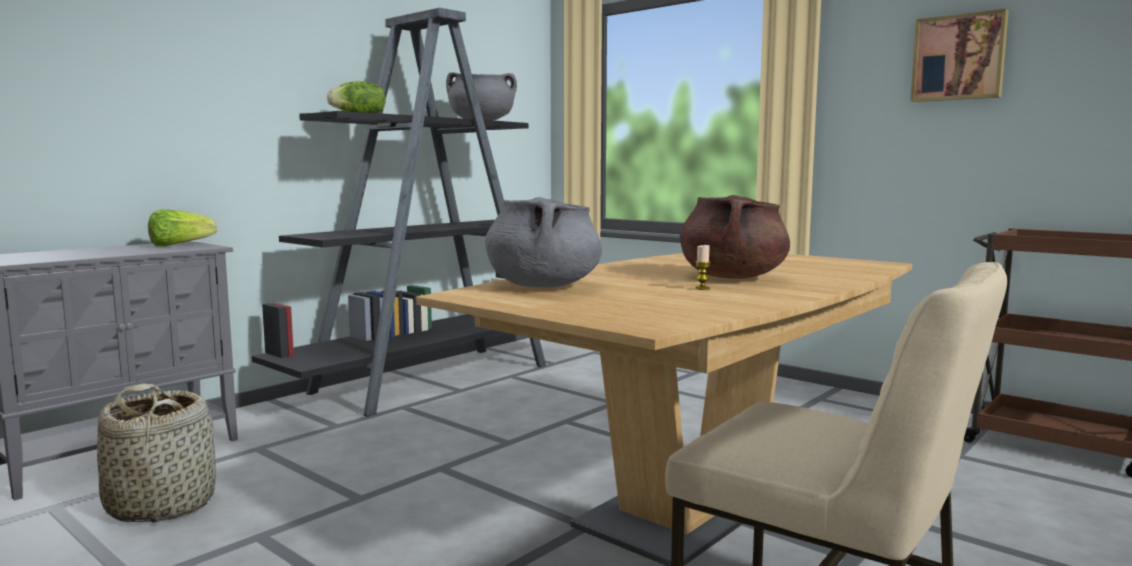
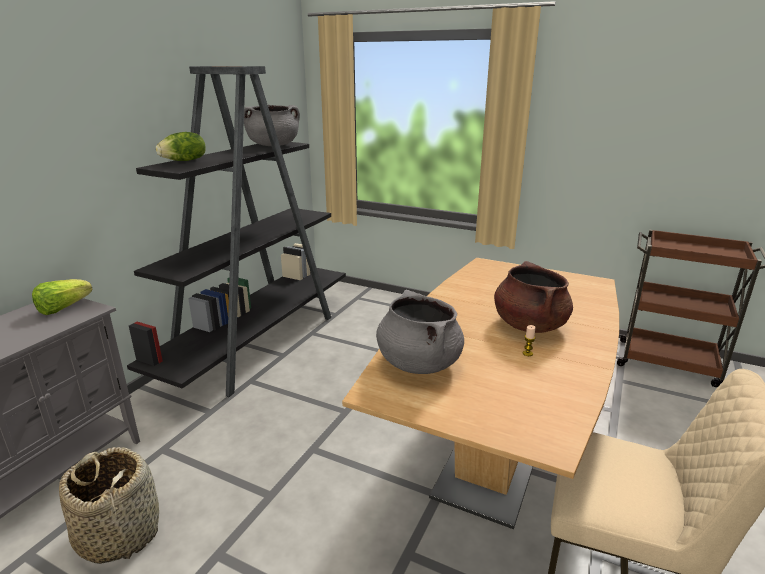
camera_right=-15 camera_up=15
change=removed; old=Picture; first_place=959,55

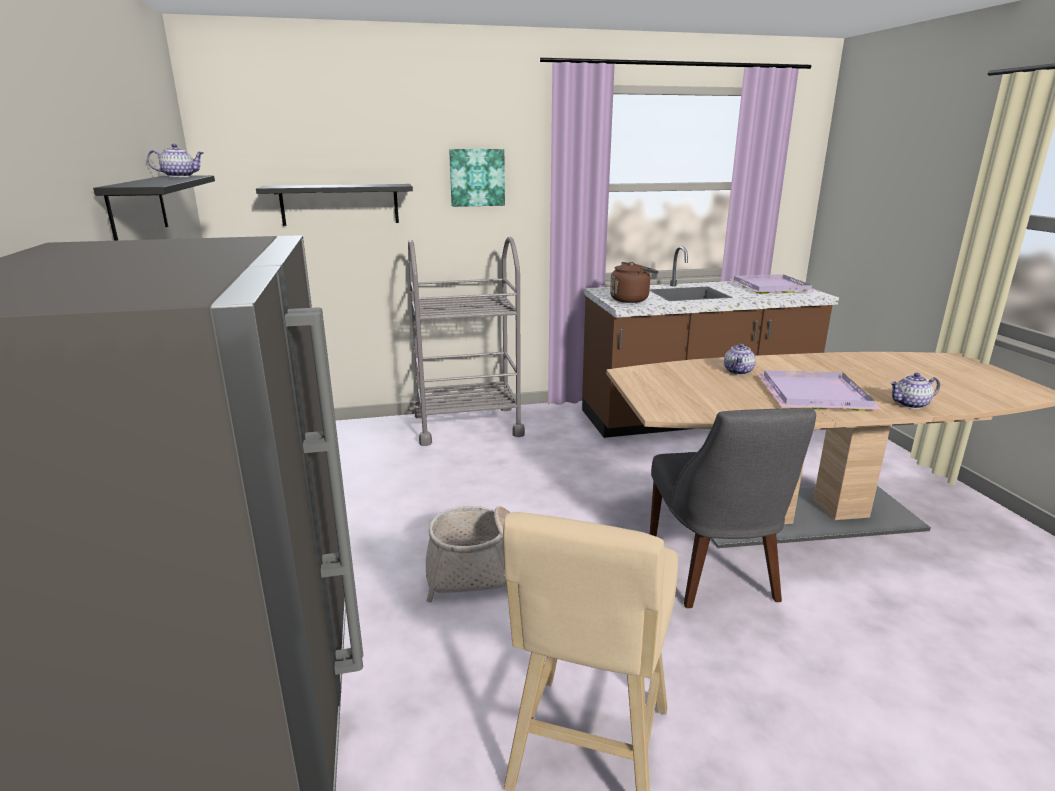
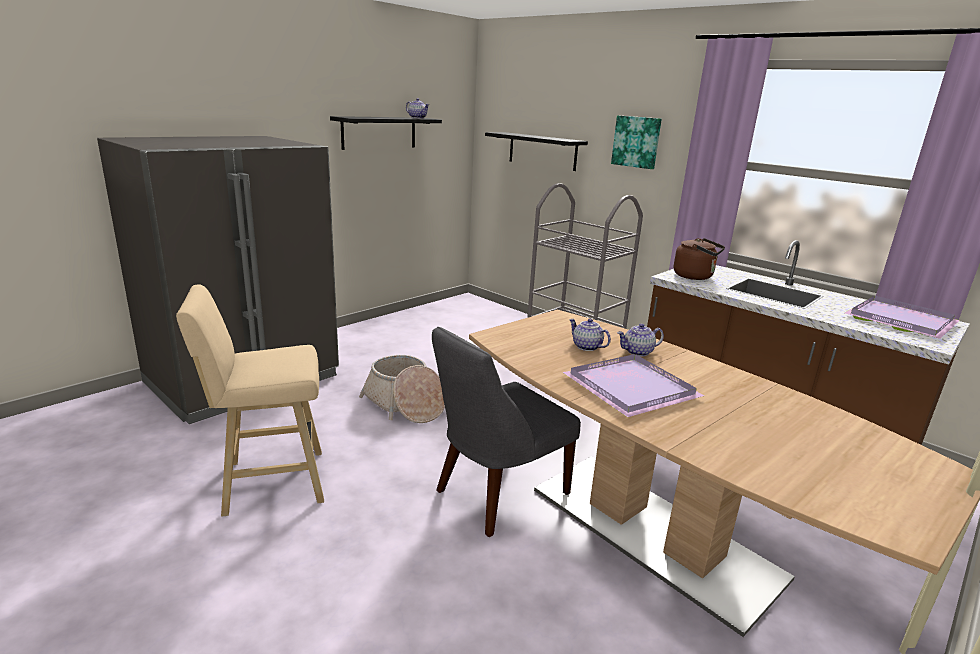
camera_right=55 camera_up=0
change=moved; old=PotForTea; first_place=915,391; second_place=590,335

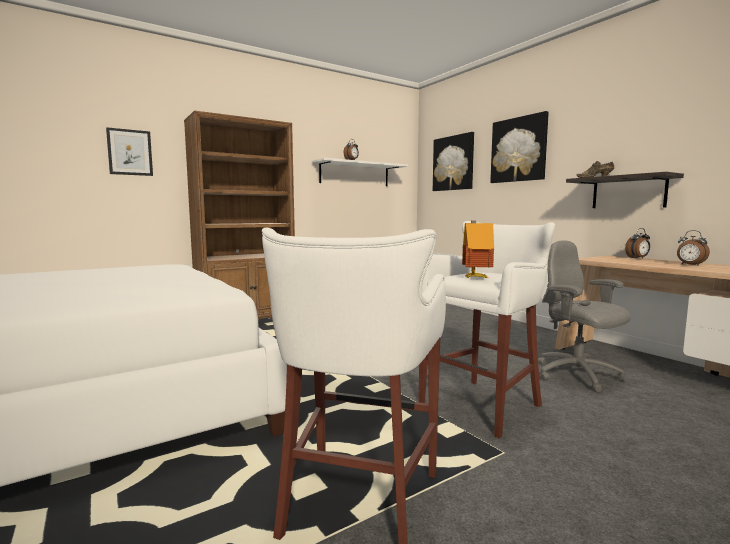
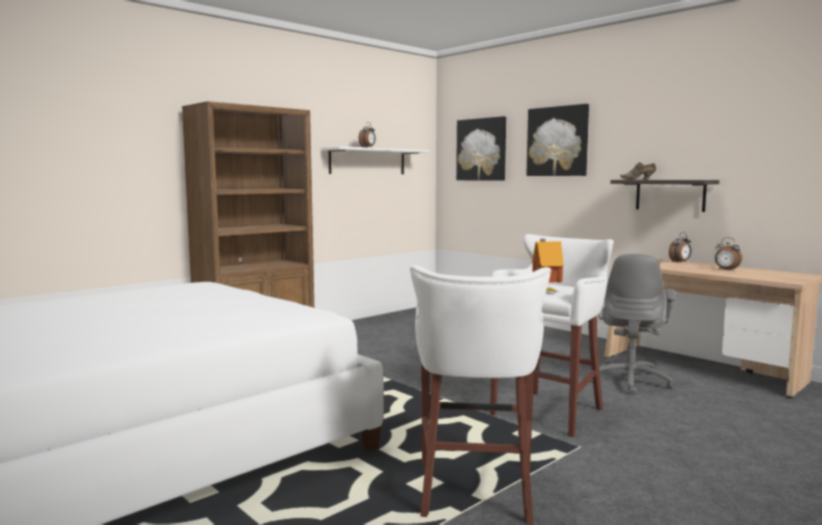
camera_right=-10 camera_up=0
change=turned; old=GreyishDeskChair; first_place=584,316; second_place=632,324; degrees=-120
change=removed; old=Picture; first_place=129,151

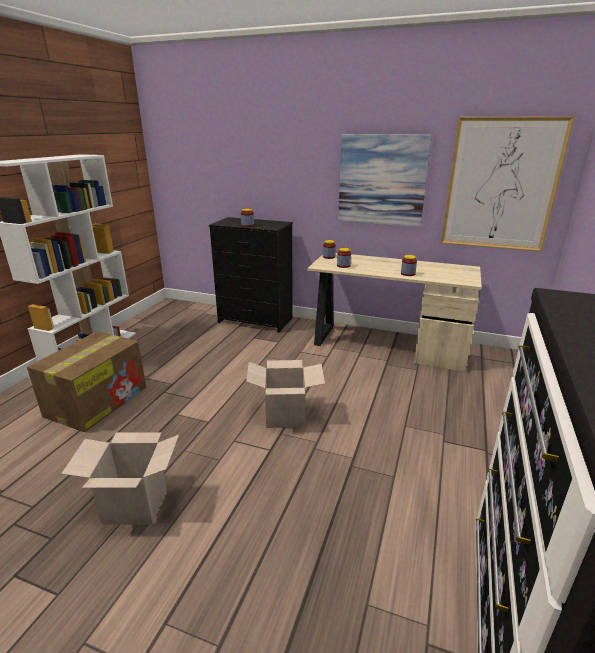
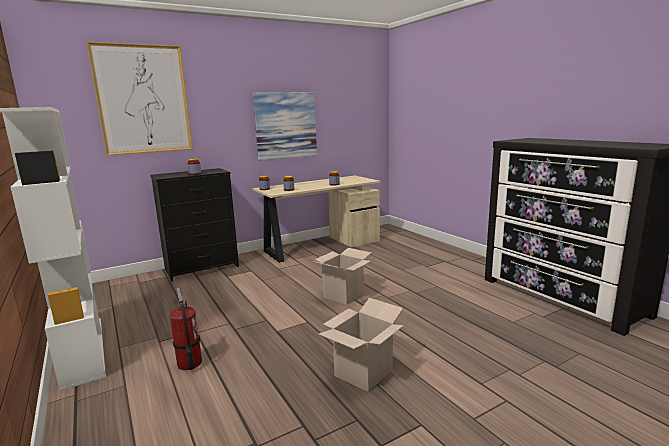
camera_right=-50 camera_up=-10
change=moved; old=Picture; first_place=508,184; second_place=140,98
change=replaced; old=Carton; new=Extinguisher; first_place=86,381; second_place=186,329

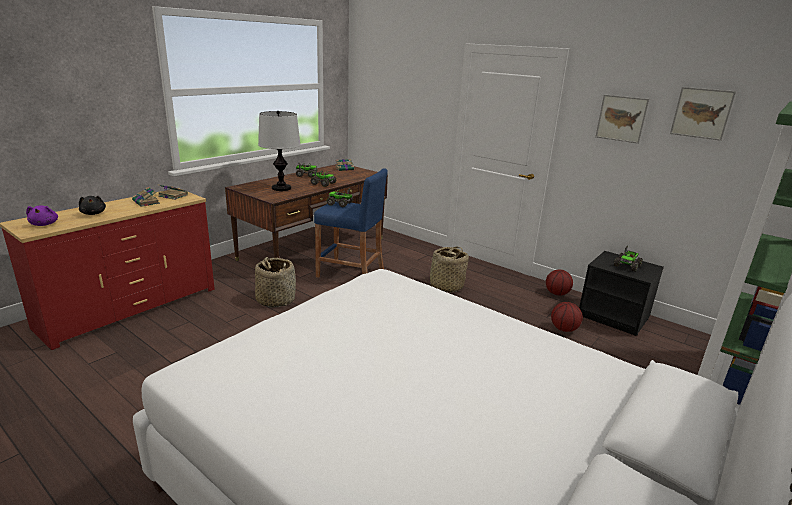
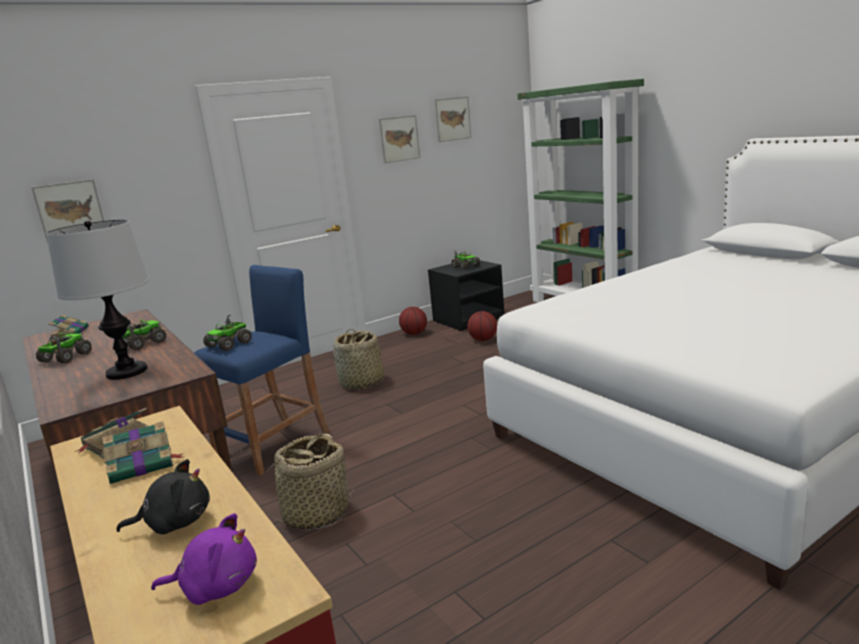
camera_right=-70 camera_up=-5
change=added; new=Picture; second_place=67,211

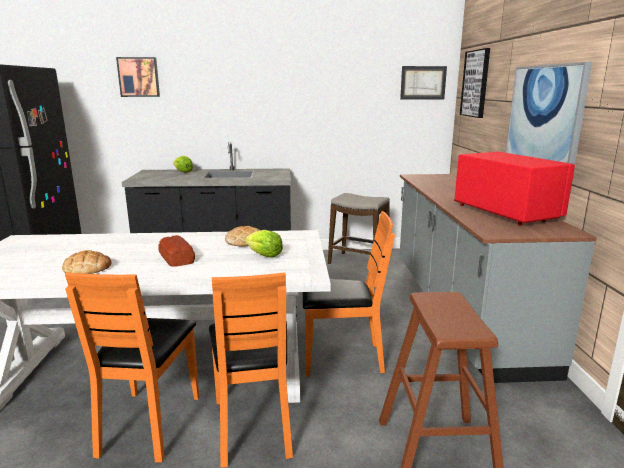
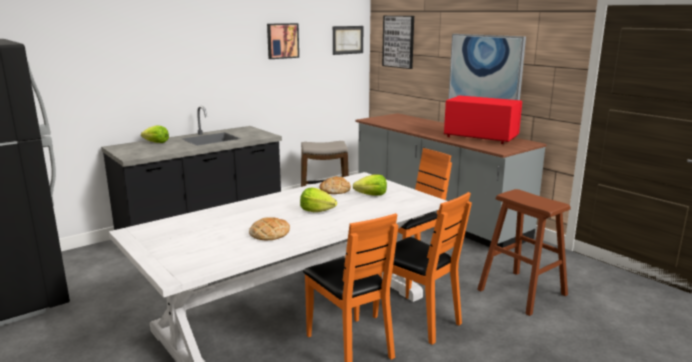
camera_right=-35 camera_up=0
change=moved; old=Picture; first_place=138,77; second_place=283,41
change=replaced; old=BakeryBread; new=HeadOfLettuce; first_place=176,251; second_place=318,199

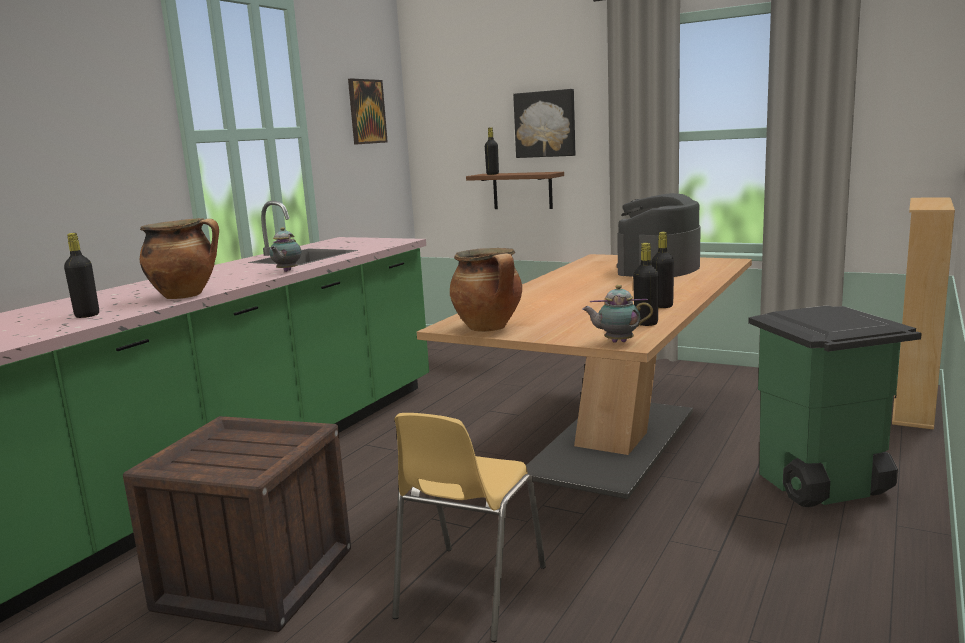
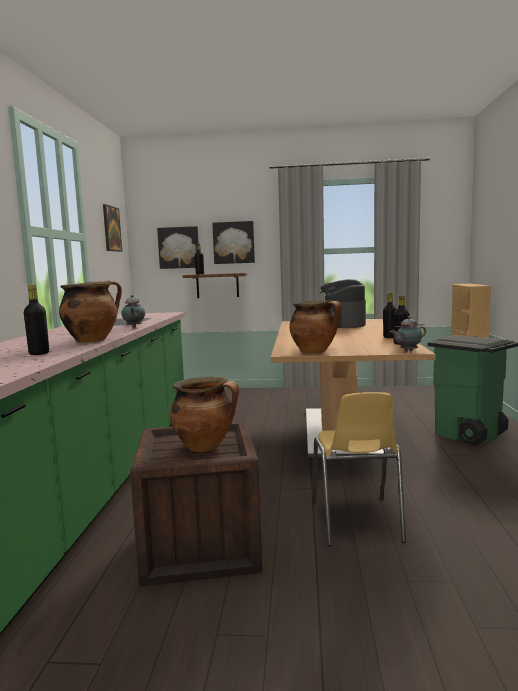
camera_right=-25 camera_up=-5
change=added; new=Picture; second_place=178,247
change=added; new=Stockpot; second_place=204,414

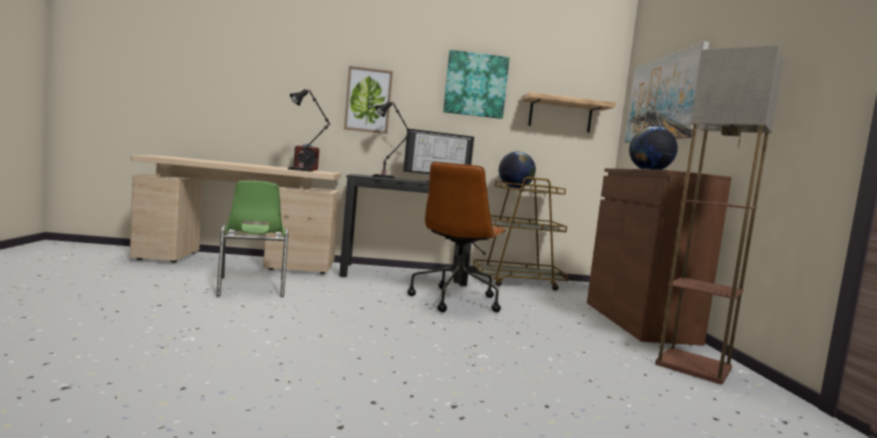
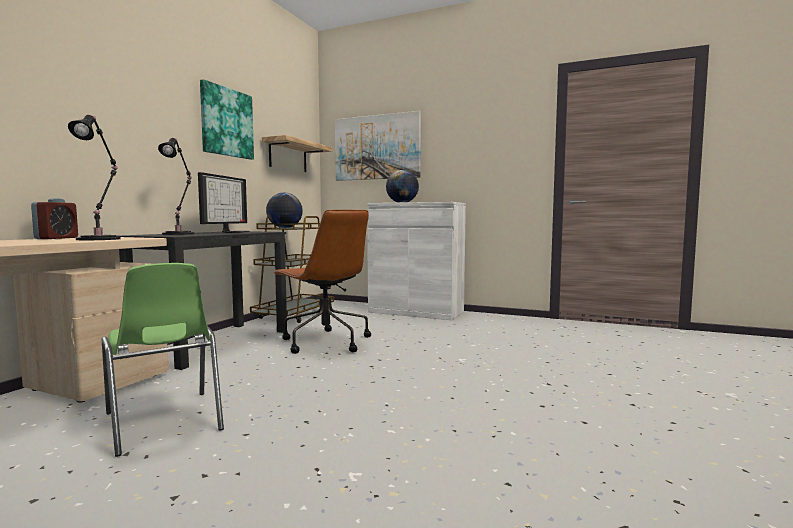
camera_right=-60 camera_up=0
change=turned; old=GreenColouredChair; first_place=253,239; second_place=163,360; degrees=45
change=recoloured; old=BrownCupboard; new=WhitishCupboard; first_place=659,257; second_place=416,261
change=removed; old=Picture; first_place=368,100
change=removed; old=StandardLamp; first_place=719,215

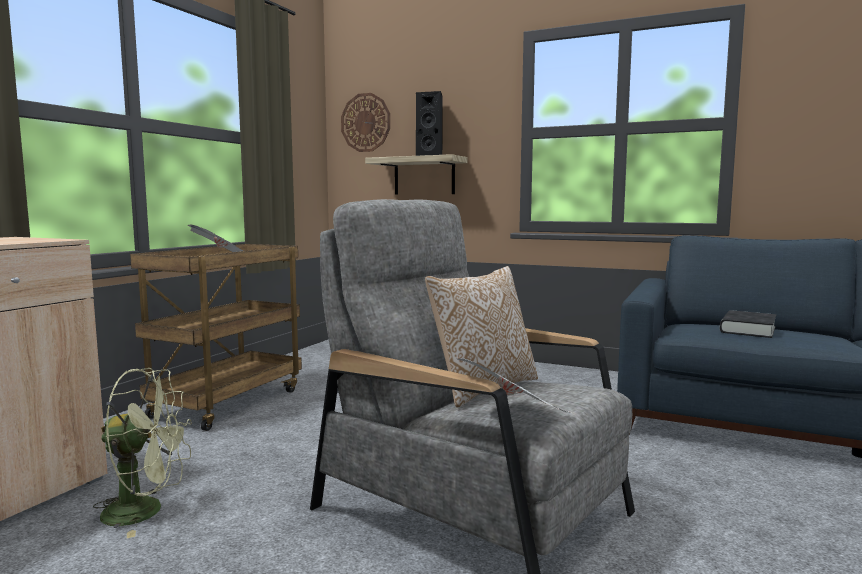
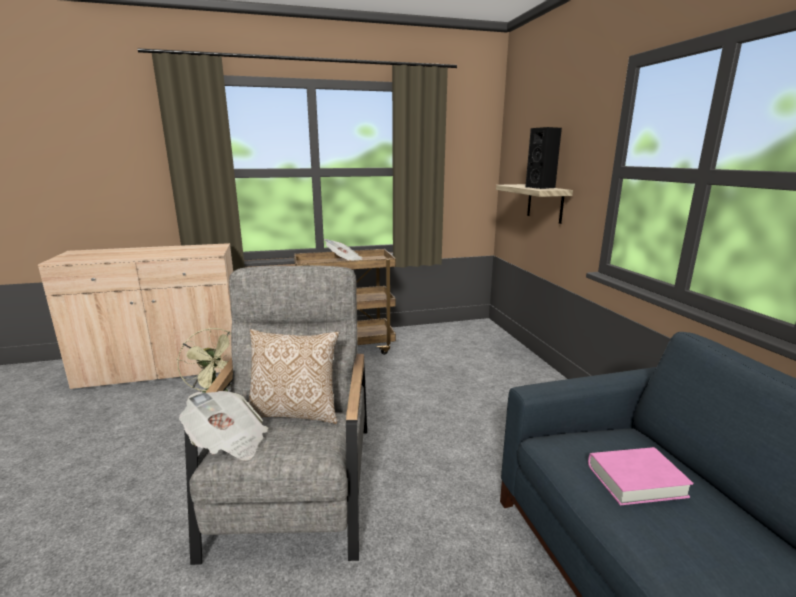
camera_right=50 camera_up=10
change=recoloured; old=BlackBook; new=PinkishBook; first_place=748,324; second_place=640,476
change=removed; old=WallClock; first_place=365,122

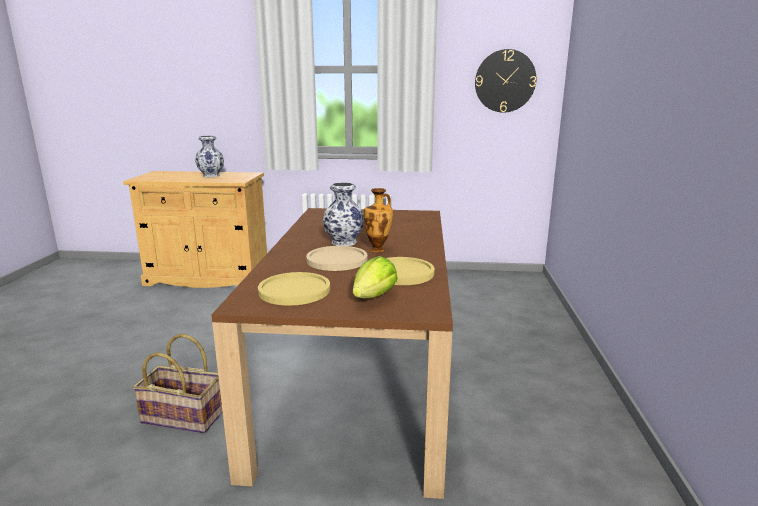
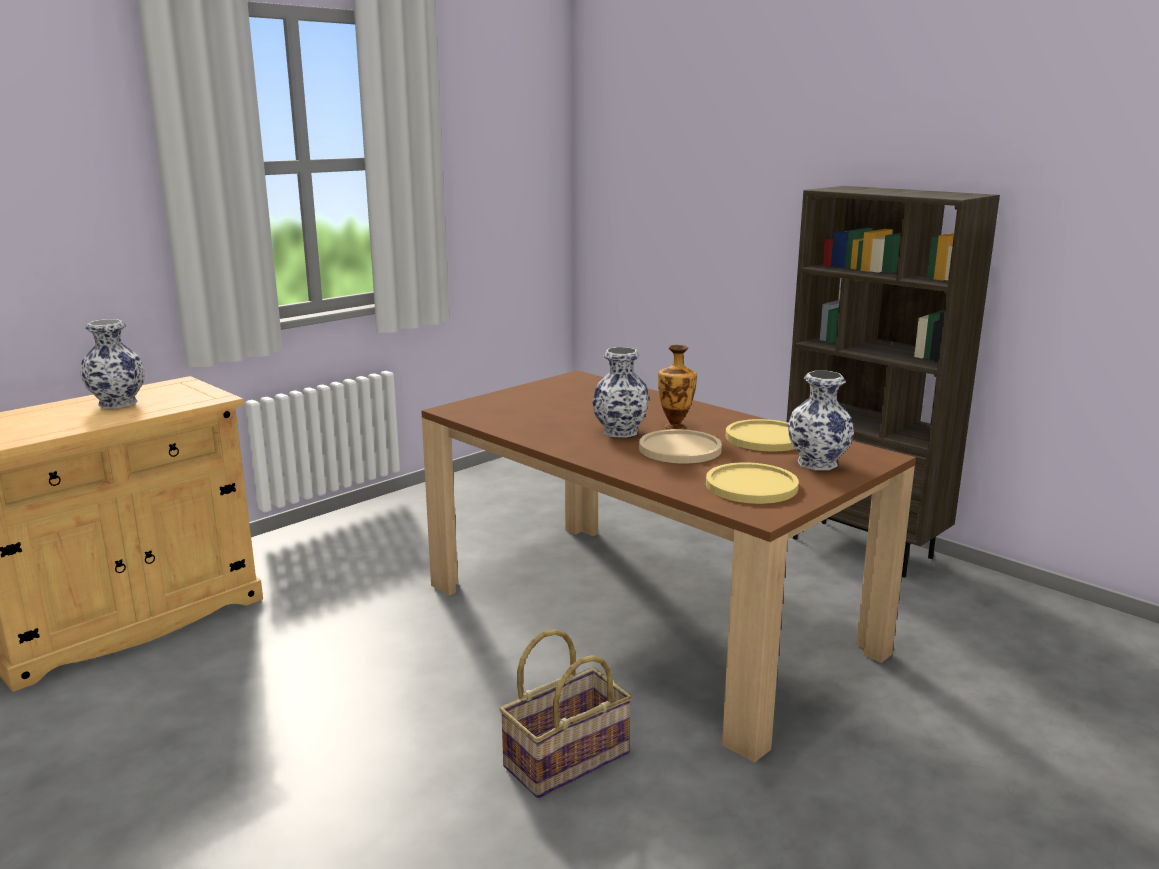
camera_right=-50 camera_up=0
change=added; new=BrownShelvingUnit; second_place=893,382
change=replaced; old=HeadOfLettuce; new=FlowerVase; first_place=375,277; second_place=821,420
change=removed; old=WallClock; first_place=505,81

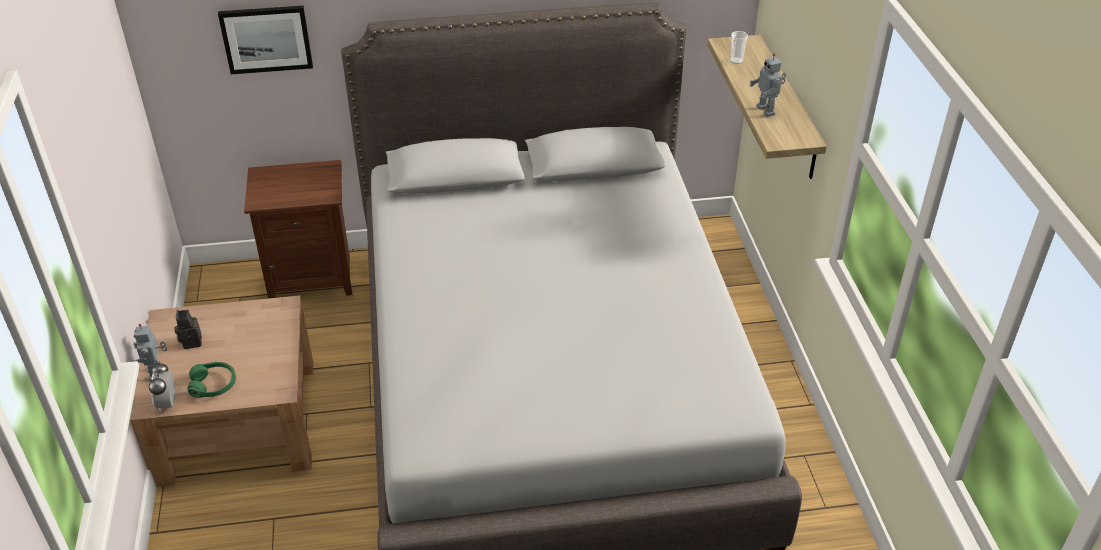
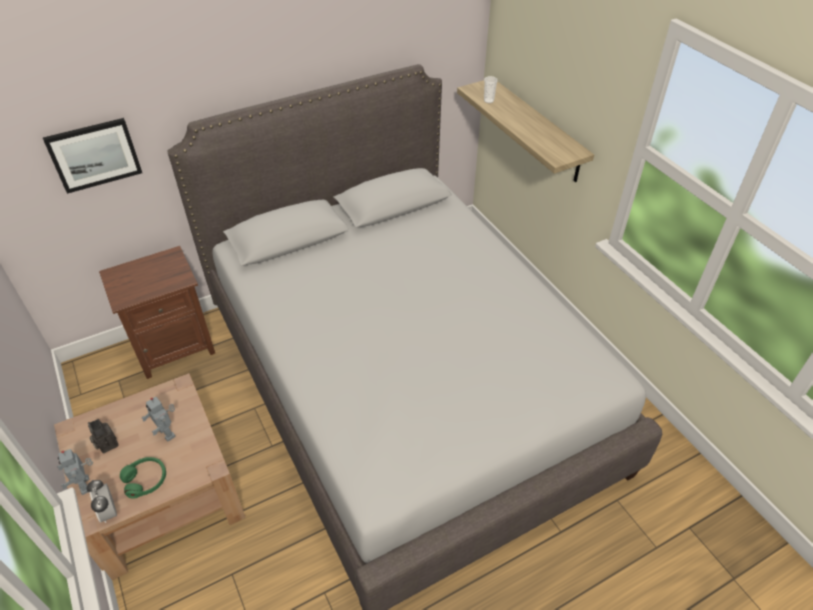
camera_right=-20 camera_up=5
change=moved; old=RobotFigure; first_place=768,85; second_place=159,419

